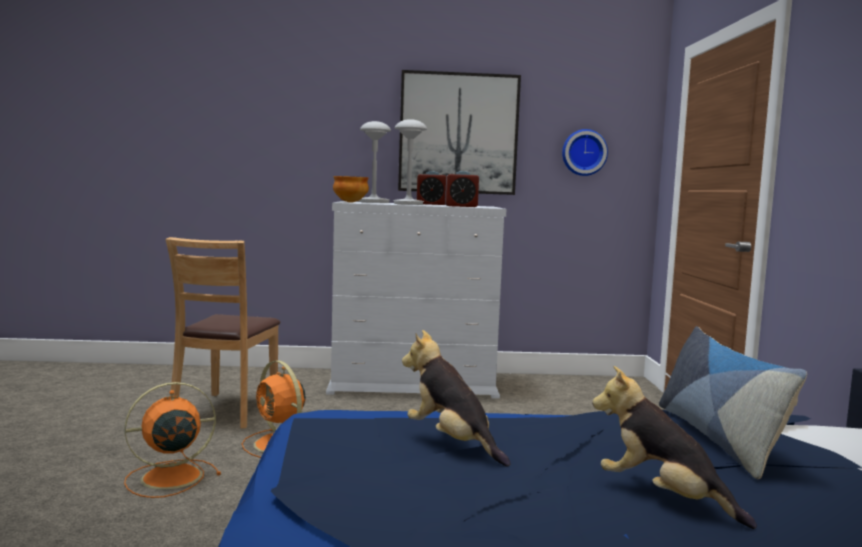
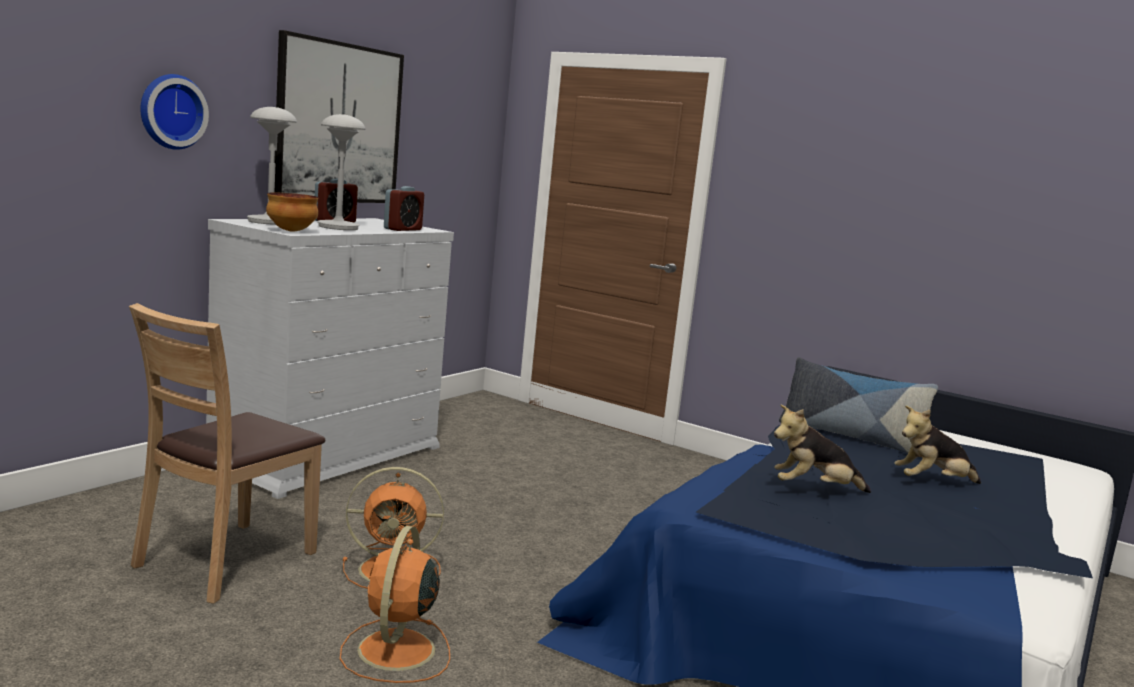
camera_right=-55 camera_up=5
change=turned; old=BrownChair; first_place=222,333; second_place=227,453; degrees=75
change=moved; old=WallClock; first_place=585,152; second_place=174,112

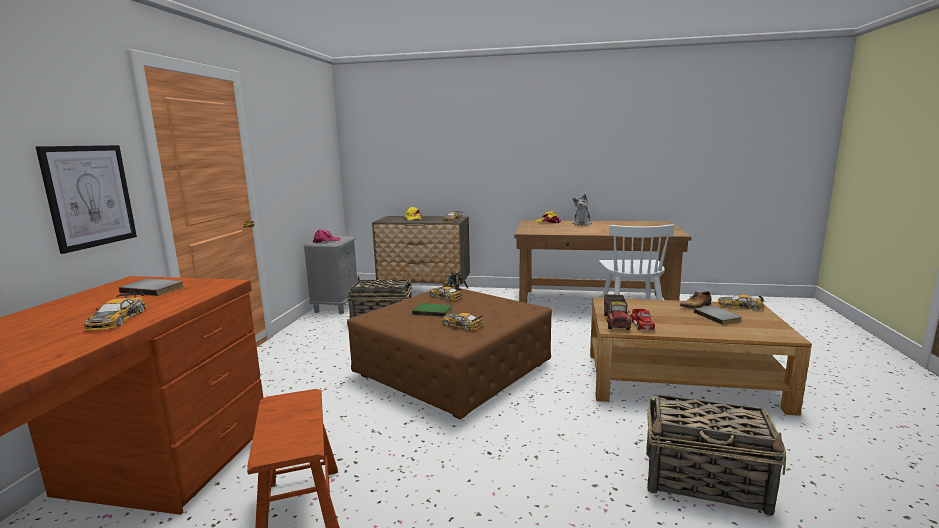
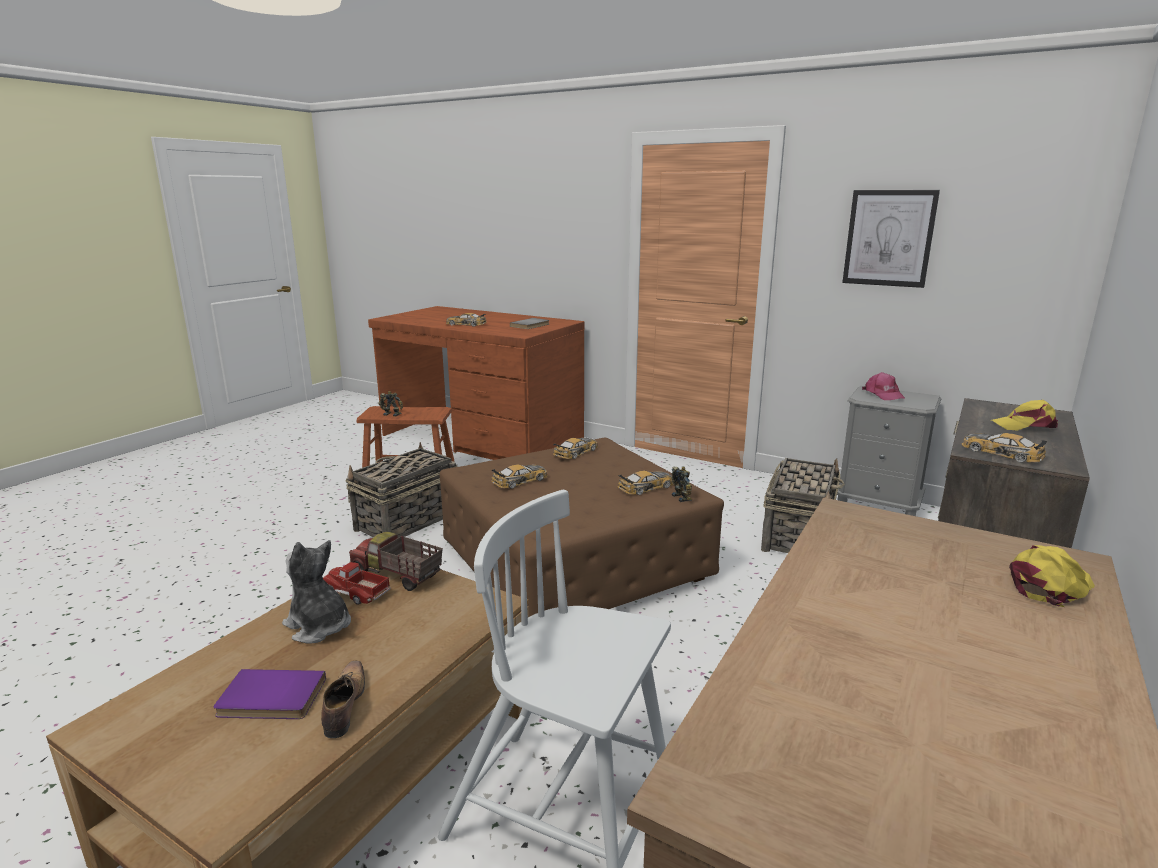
camera_right=110 camera_up=5
change=recoloured; old=GreyishBook; new=PurpleColouredBook; first_place=718,315; second_place=270,694
change=moved; old=SoftToy; first_place=582,210; second_place=316,592
change=moved; old=Basket; first_place=716,455; second_place=401,490
change=added; new=RobotFigure; second_place=390,404
change=moved; old=ToyCar; first_place=740,302; second_place=575,448
change=moved; old=Picture; first_place=86,199; second_place=891,239
change=removed; old=GreenColouredBook; first_place=432,310

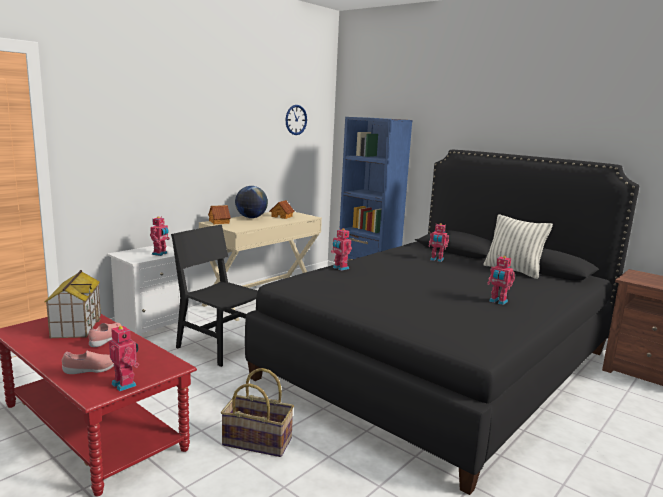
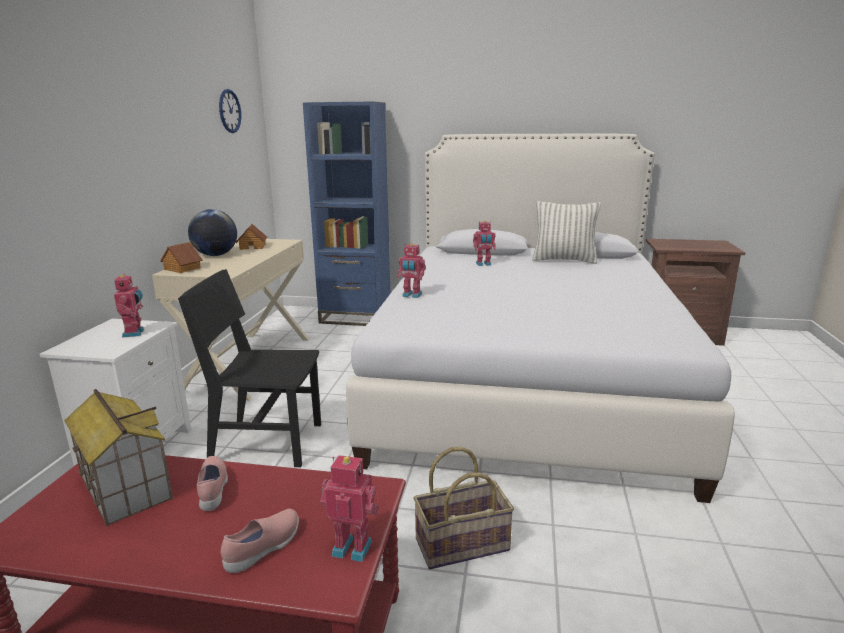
camera_right=-30 camera_up=5
change=recoloured; old=BlackBed; new=WhitishBed; first_place=442,322; second_place=540,318
change=removed; old=RobotFigure; first_place=501,280

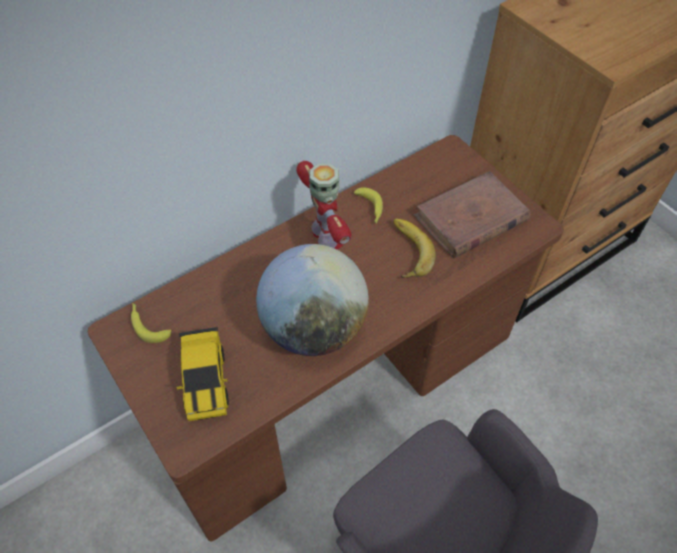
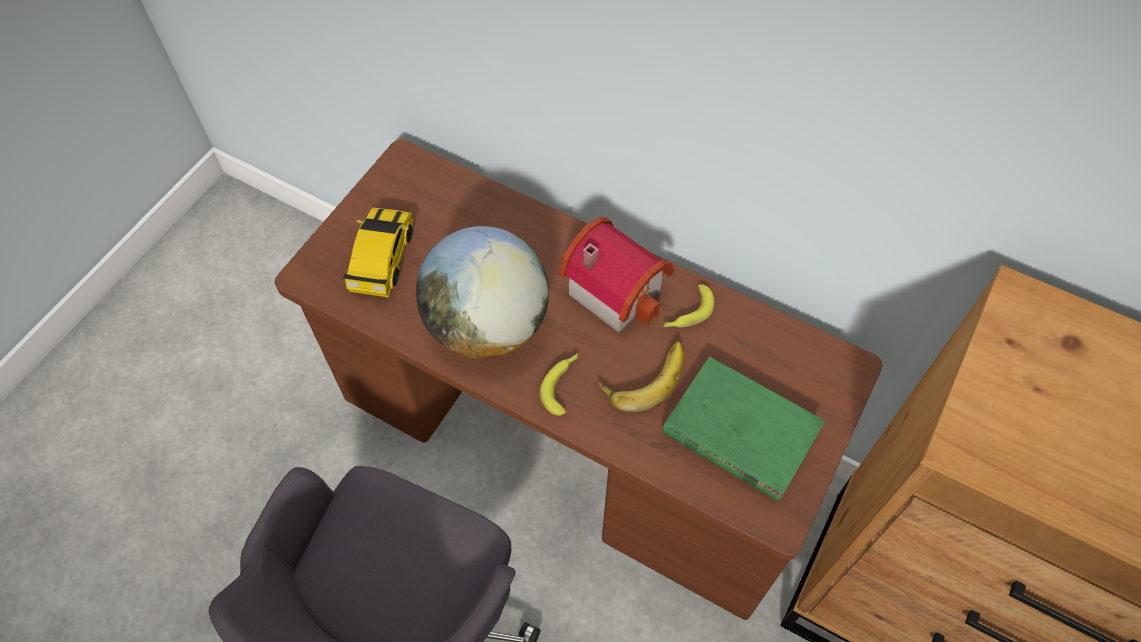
camera_right=65 camera_up=5
change=turned; old=ToyCar; first_place=202,374; second_place=378,252; degrees=135
change=moved; old=Banana; first_place=151,323; second_place=558,384
change=replaced; old=RobotFigure; new=MiniatureHouse; first_place=323,205; second_place=616,274
change=recoloured; old=BrownBook; new=GreenColouredBook; first_place=472,214; second_place=743,428

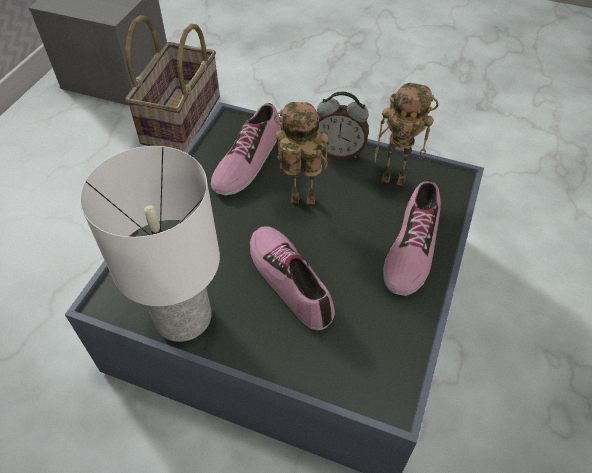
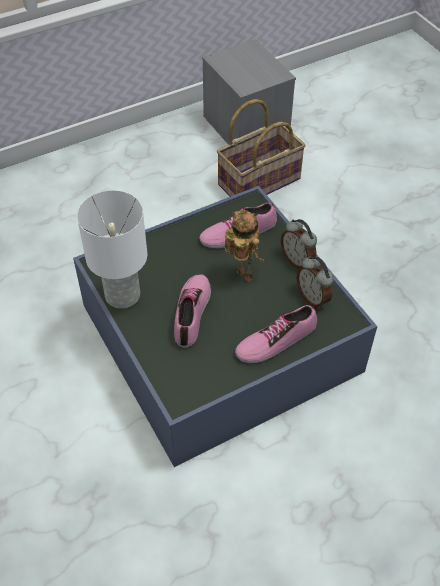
camera_right=40 camera_up=0
change=replaced; old=RobotFigure; new=AlarmClock; first_place=406,134; second_place=315,282

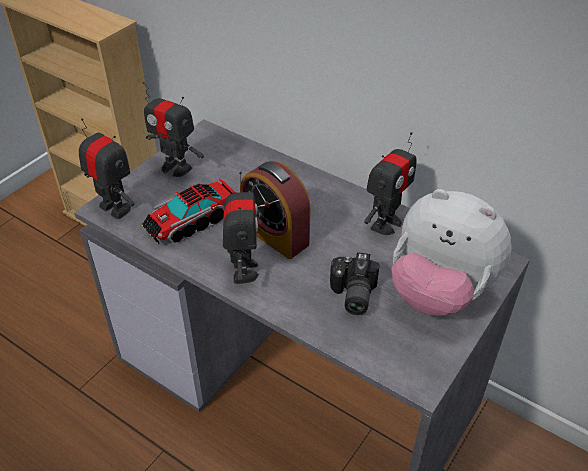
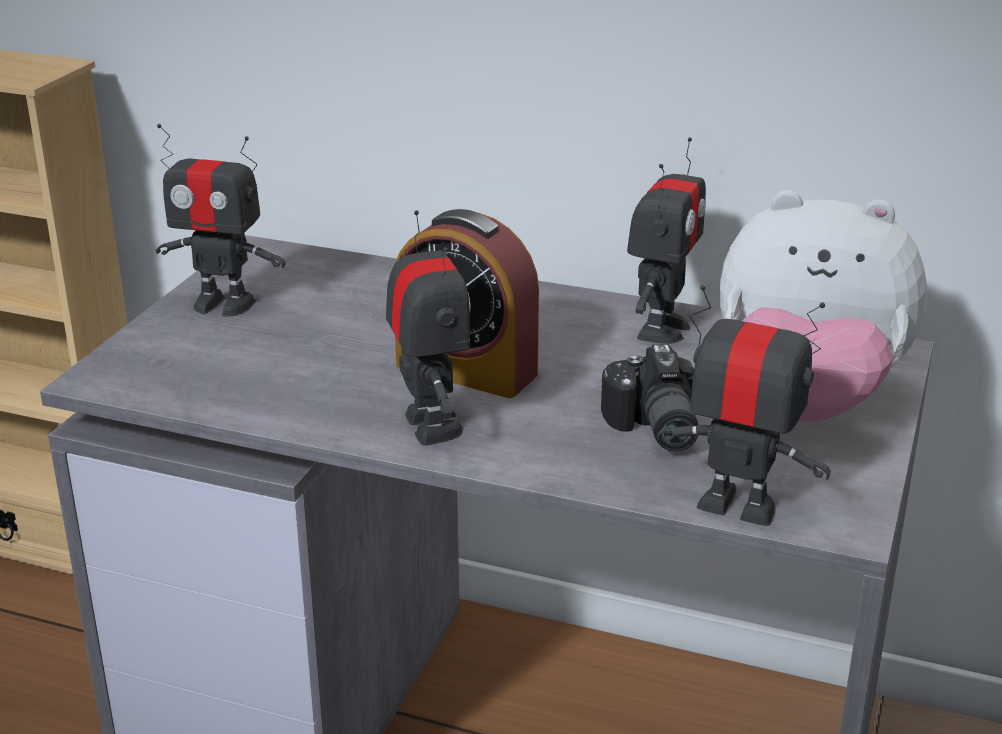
camera_right=-15 camera_up=-15
change=moved; old=RobotFigure; first_place=107,168; second_place=744,405
change=removed; old=ModelTruck; first_place=189,211

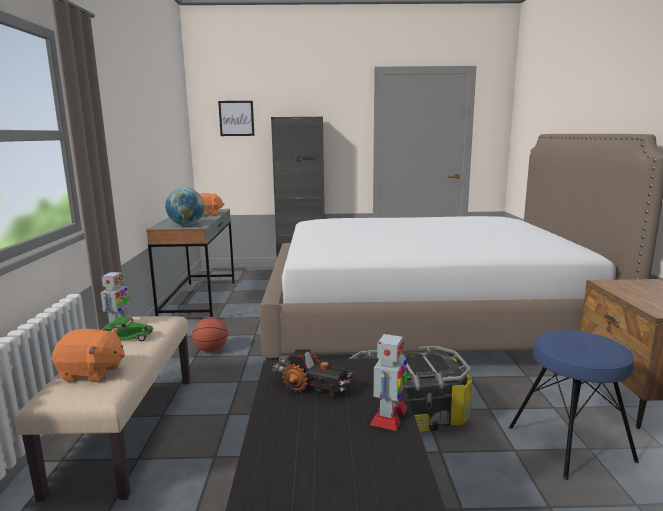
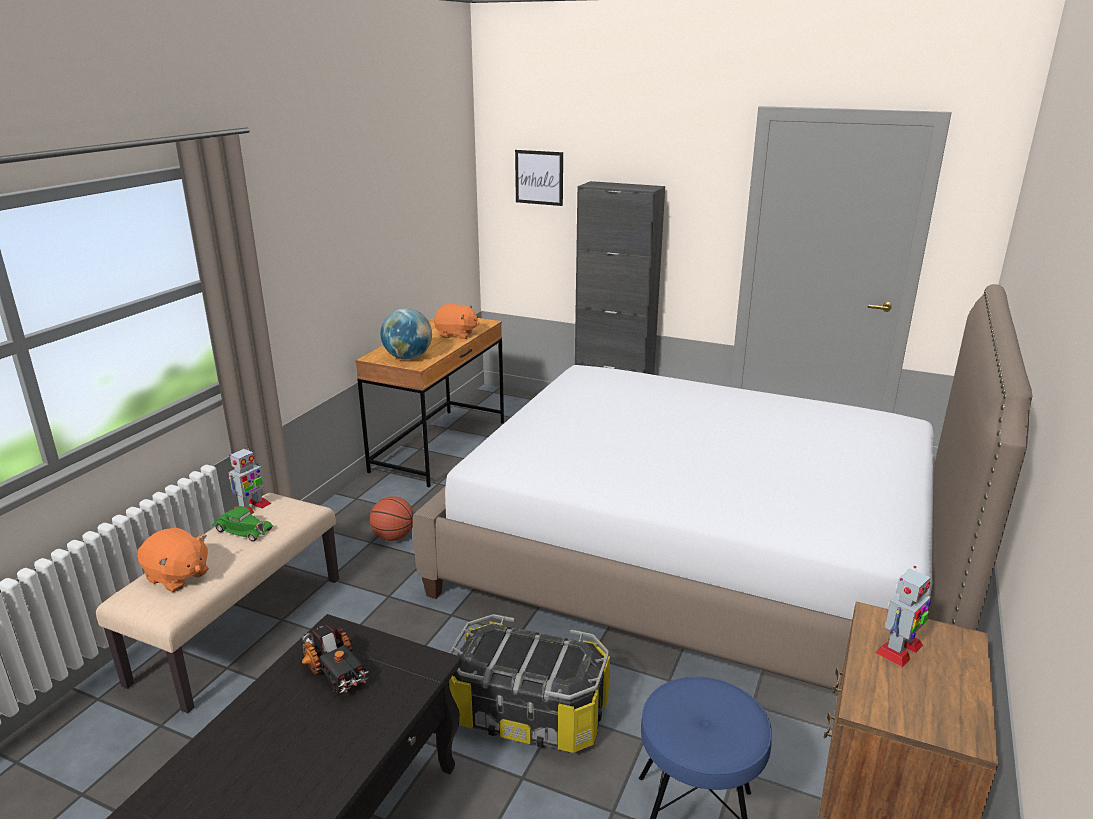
camera_right=25 camera_up=10
change=recoloured; old=GreyishDeskTable; new=BrownDeskTable; first_place=190,263; second_place=429,402
change=moved; old=RobotFigure; first_place=388,381; second_place=903,616

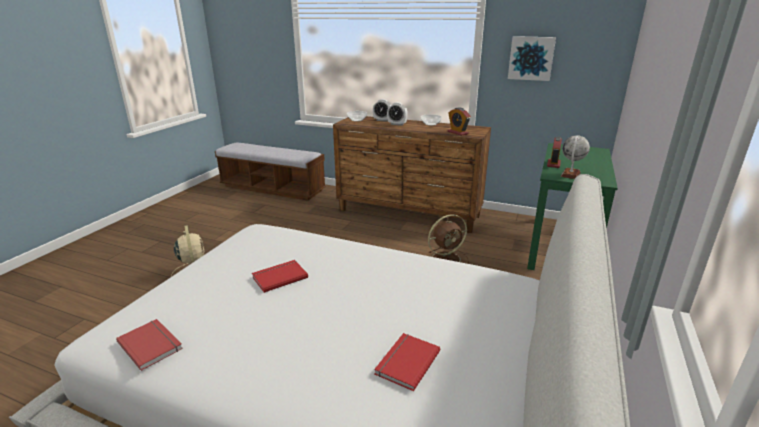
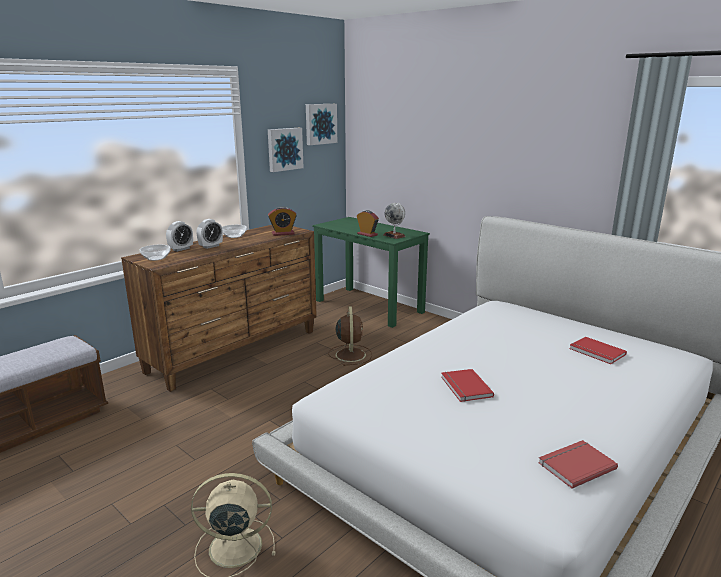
camera_right=-70 camera_up=-5
change=added; new=Picture; second_place=321,124

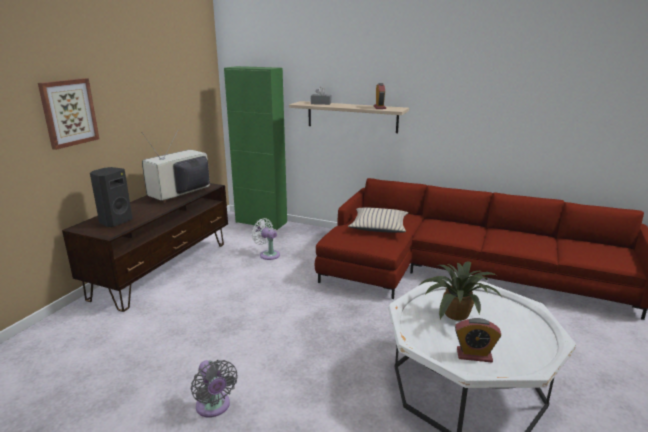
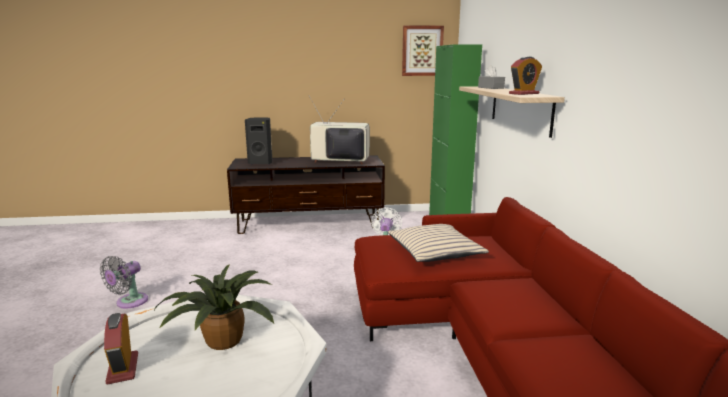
camera_right=60 camera_up=-5
change=moved; old=Picture; first_place=68,114; second_place=423,50

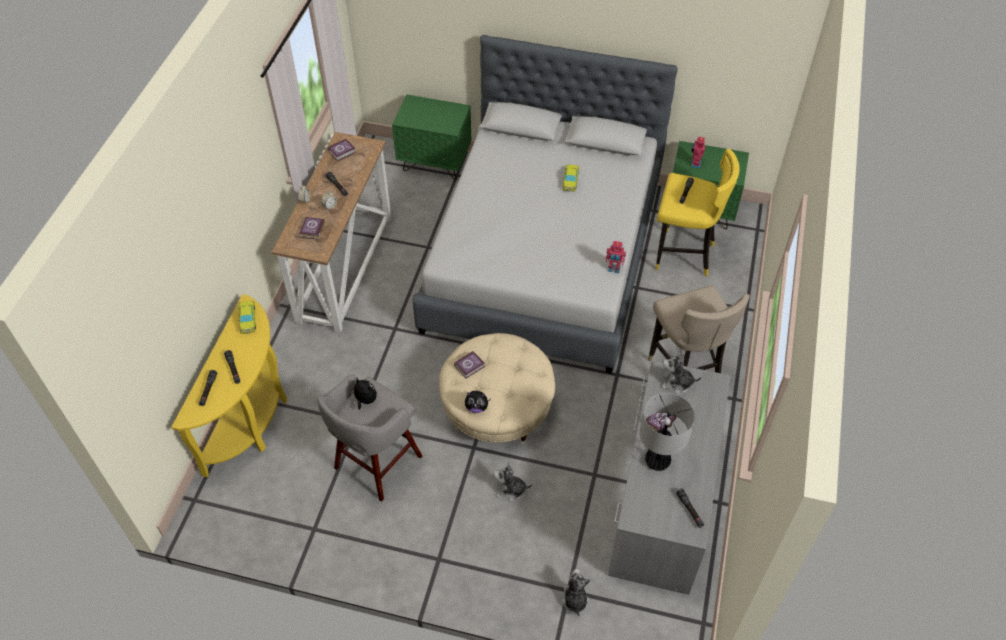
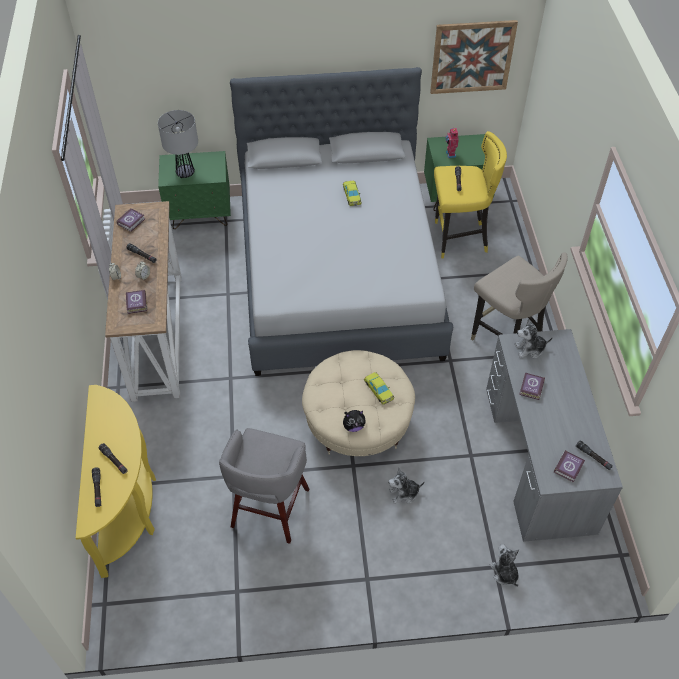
camera_right=-20 camera_up=0
change=moved; old=TabletopLamp; first_place=667,432; second_place=178,144
change=moved; old=YellowishToyCar; first_place=247,317; second_place=379,388
change=added; new=Picture; second_place=474,57
change=moved; old=Book; first_place=469,364; second_place=569,466
change=removed; old=SoftToy; first_place=363,394
change=removed; old=RobotFigure; first_place=616,257

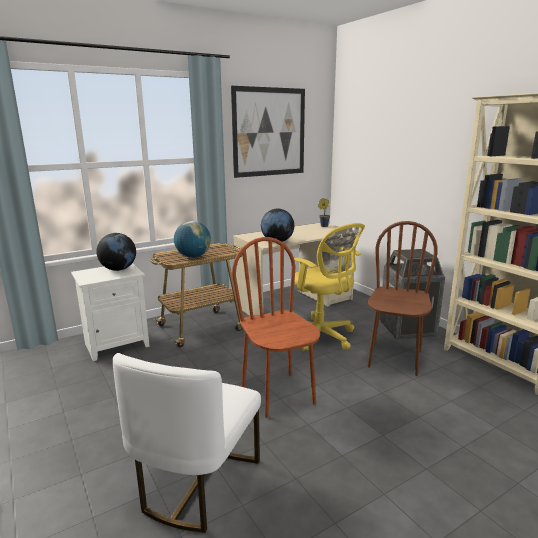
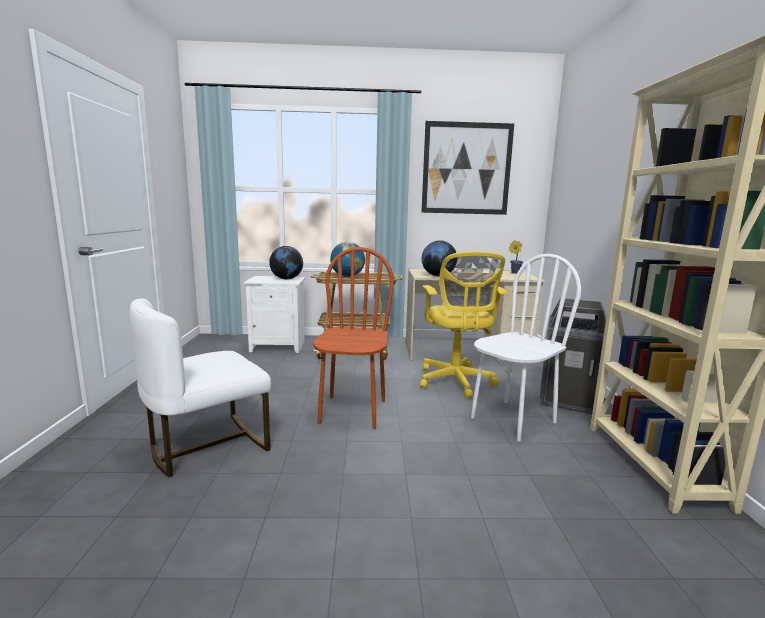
camera_right=30 camera_up=-5
change=recoloured; old=BrownChair; new=WhitishChair; first_place=403,298; second_place=526,347

